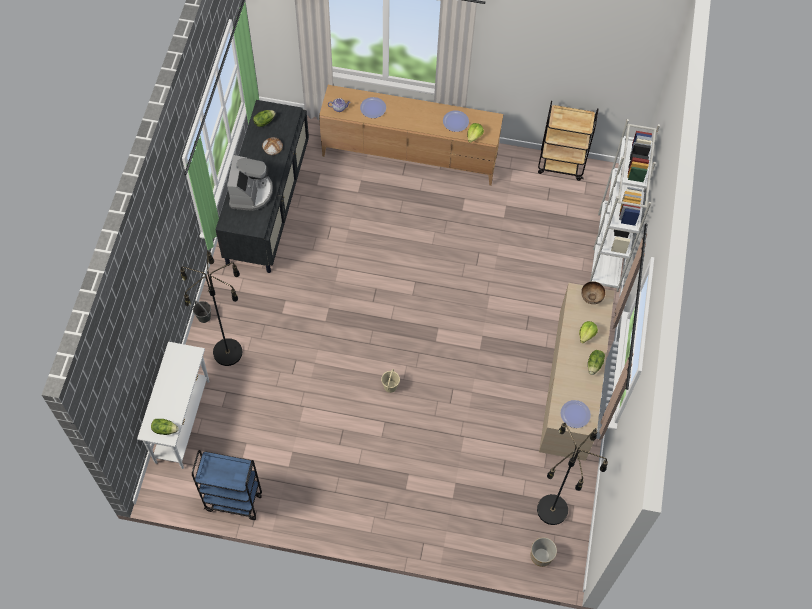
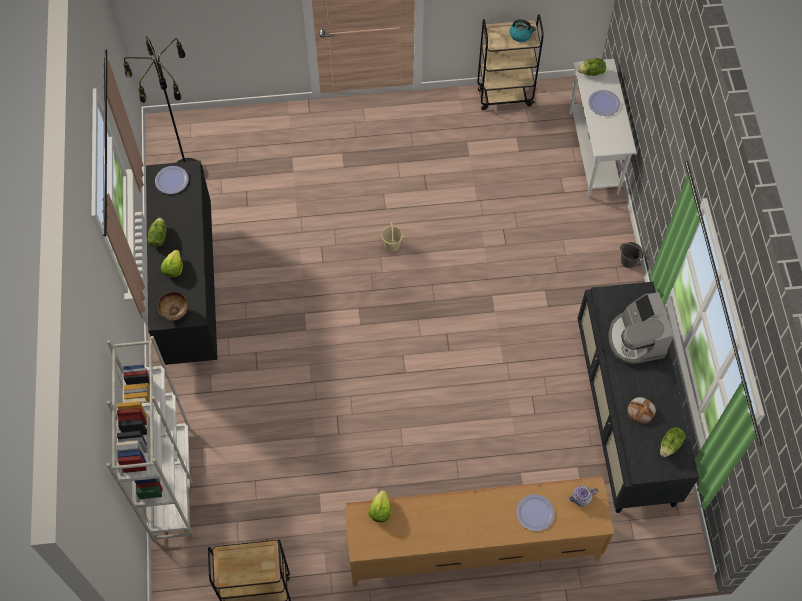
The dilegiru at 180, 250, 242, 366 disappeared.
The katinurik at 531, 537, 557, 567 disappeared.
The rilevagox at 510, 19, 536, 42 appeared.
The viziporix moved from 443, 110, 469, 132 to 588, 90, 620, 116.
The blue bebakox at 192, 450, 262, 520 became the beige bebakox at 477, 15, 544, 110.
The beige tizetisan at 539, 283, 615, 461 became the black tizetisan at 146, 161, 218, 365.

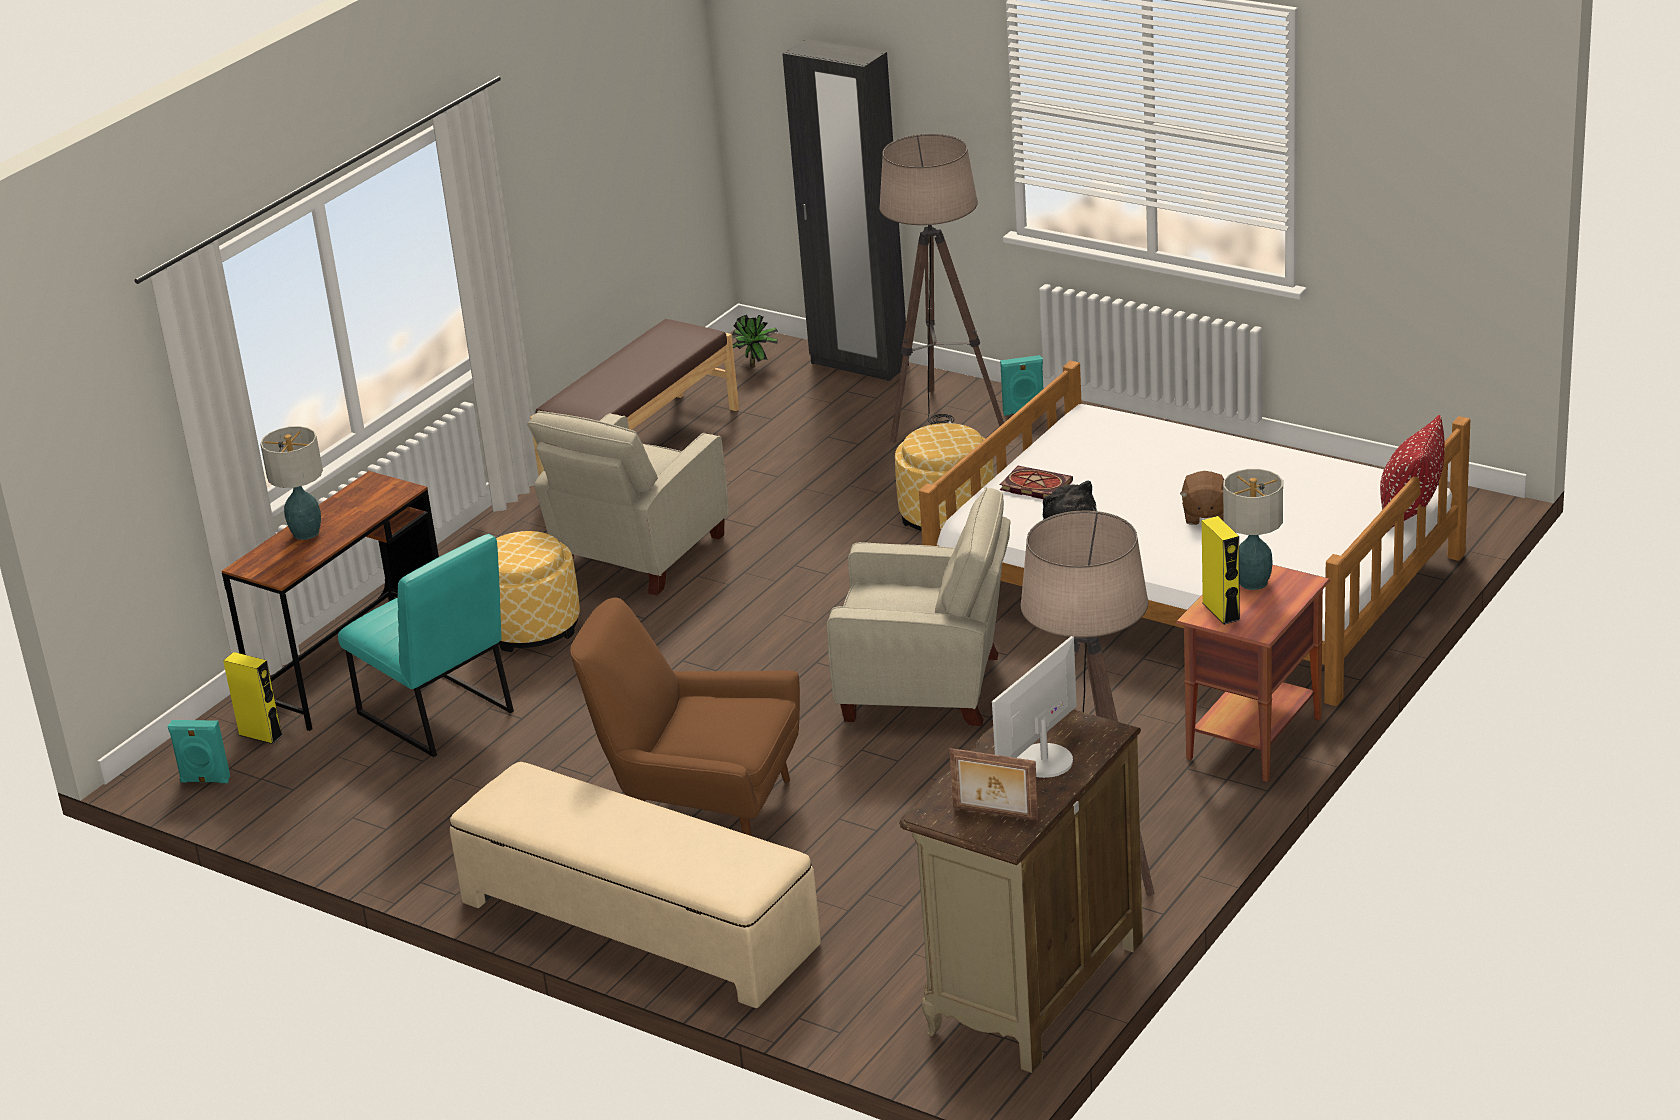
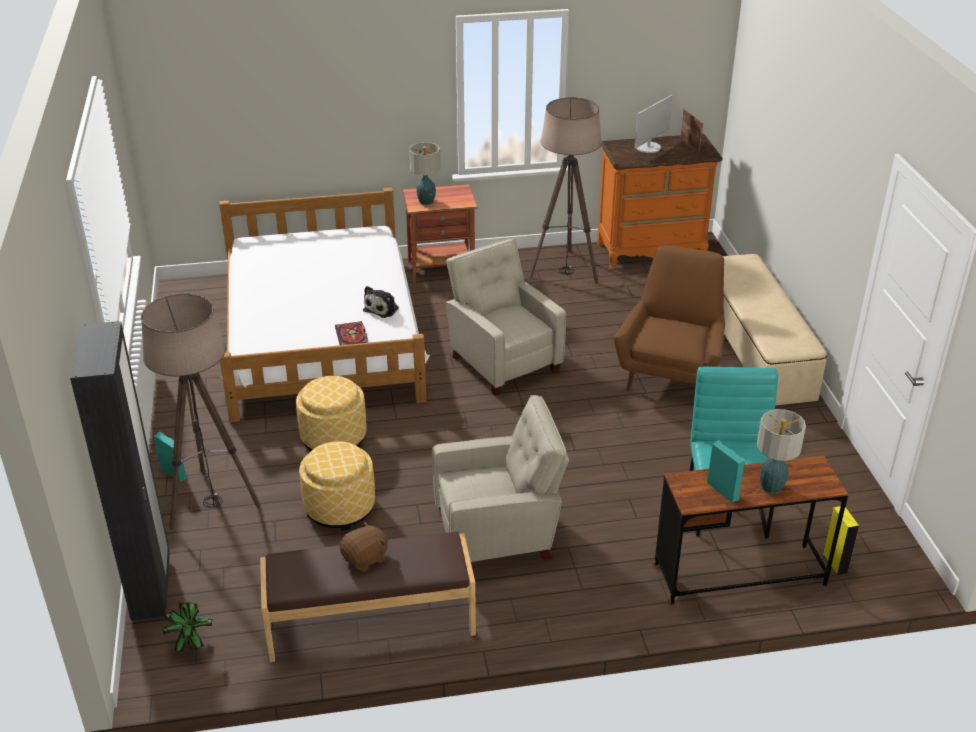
The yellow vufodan at 1202, 516, 1240, 625 disappeared.
The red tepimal at 1380, 415, 1445, 532 disappeared.
The turquoise vufodan moved from 168, 720, 230, 783 to 707, 440, 746, 503.
The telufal moved from 496, 531, 580, 652 to 299, 441, 375, 531.
The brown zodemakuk moved from 1180, 471, 1224, 525 to 340, 521, 388, 572.
The beige tizetisan at 899, 709, 1143, 1073 became the orange tizetisan at 597, 133, 723, 269.
The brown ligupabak at 570, 598, 800, 836 turned 135 degrees counterclockwise.
The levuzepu at 992, 636, 1077, 778 turned 45 degrees counterclockwise.

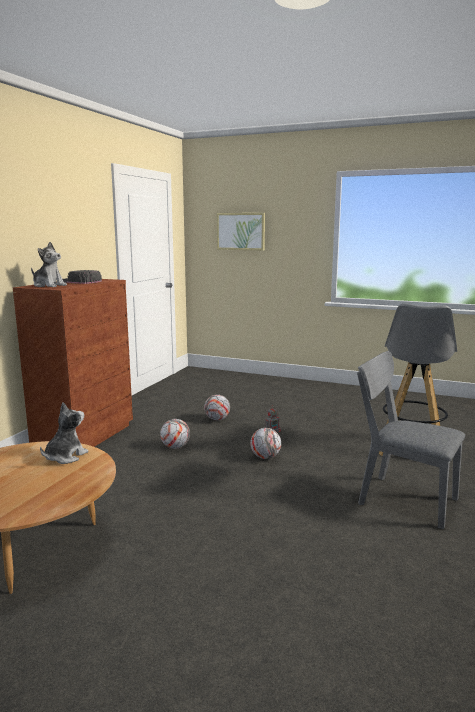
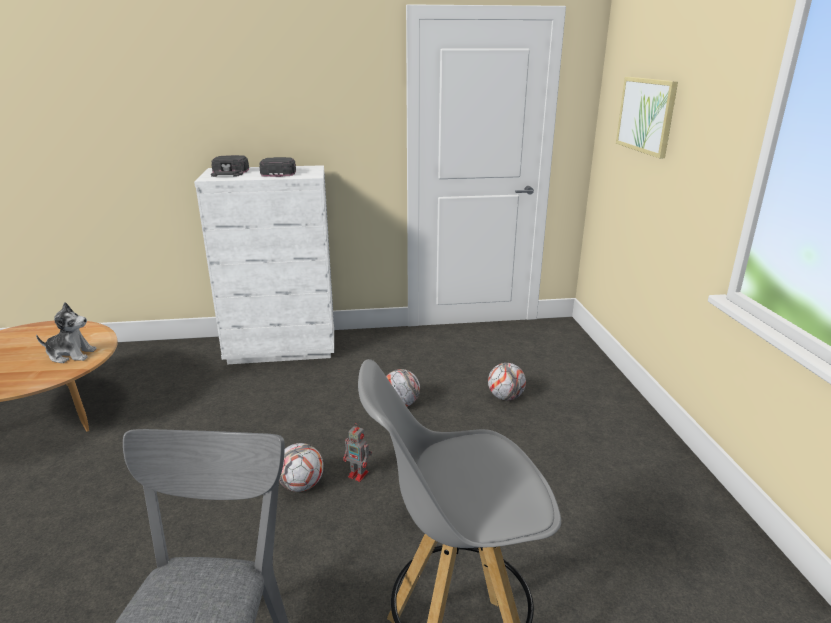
The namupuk moved from 160, 419, 190, 449 to 488, 363, 526, 401.
The zodemakuk at 31, 242, 67, 287 was replaced by the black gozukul at 211, 155, 249, 177.
The brown tizetisan at 13, 279, 133, 447 became the white tizetisan at 194, 165, 334, 364.

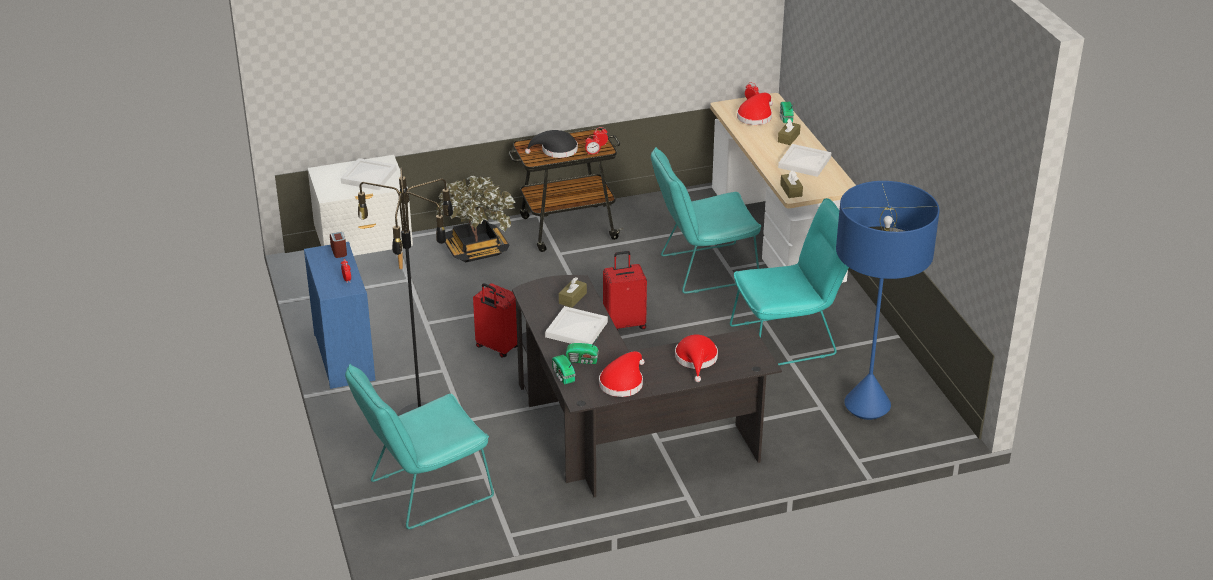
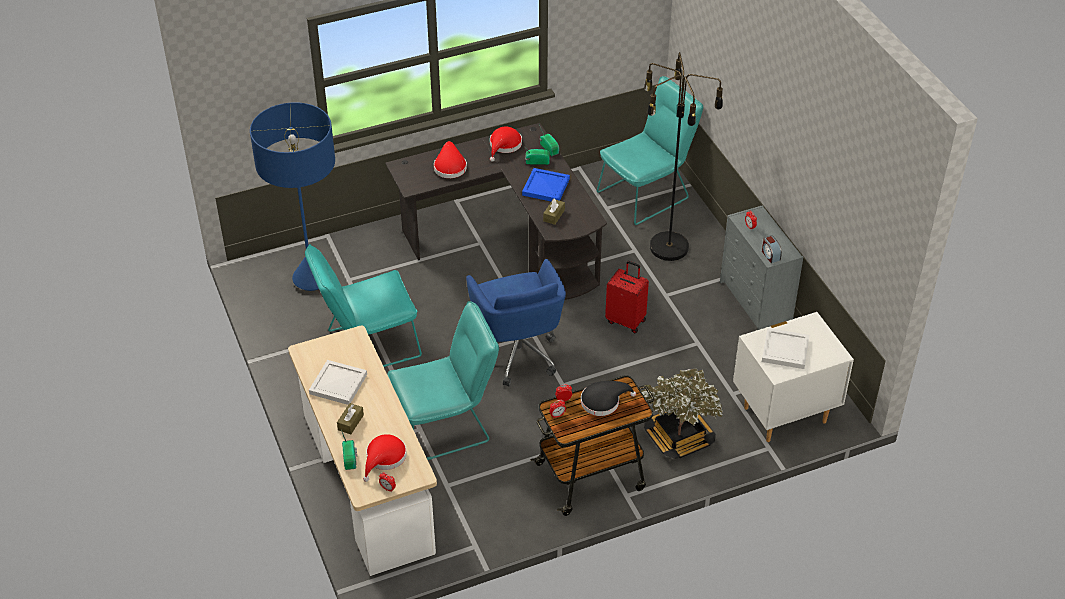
The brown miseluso at 780, 170, 803, 198 disappeared.
The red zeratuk at 603, 251, 647, 330 was replaced by the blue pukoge at 466, 259, 566, 386.
The blue tizetisan at 304, 242, 375, 389 became the grey tizetisan at 720, 205, 803, 330.
The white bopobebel at 545, 306, 608, 344 became the blue bopobebel at 522, 168, 570, 201.

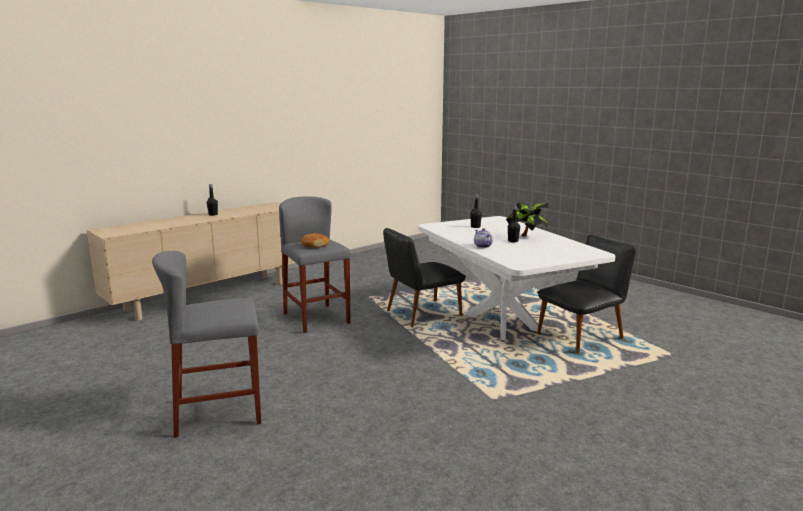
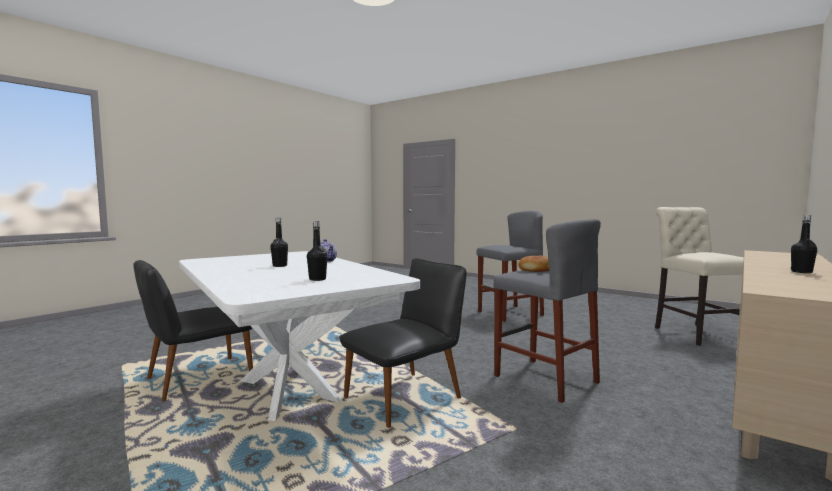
The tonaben at 506, 202, 549, 237 disappeared.
The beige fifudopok at 655, 207, 744, 346 appeared.

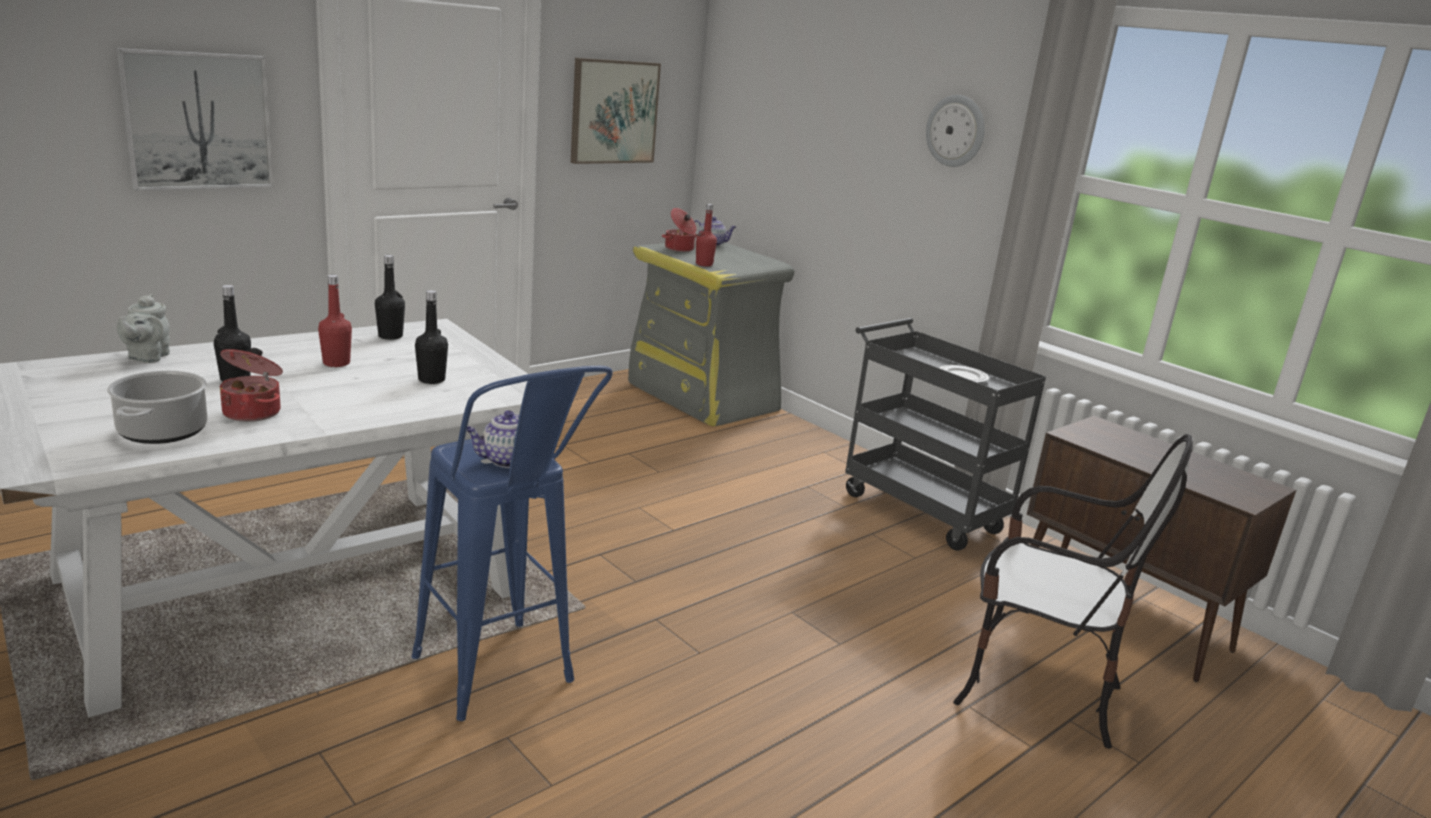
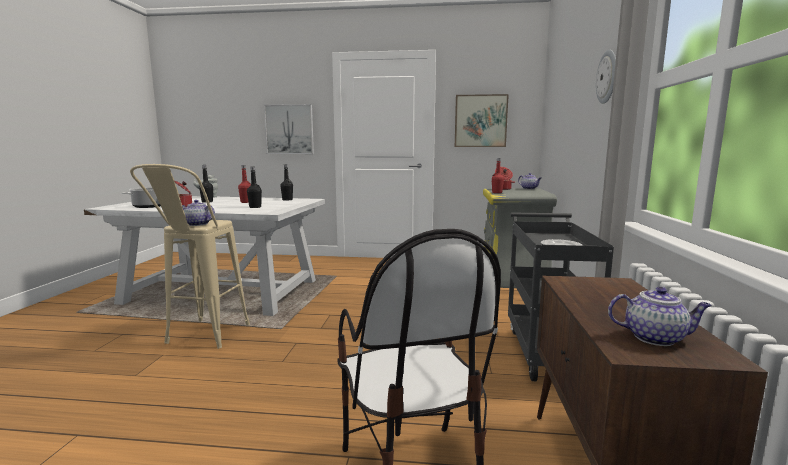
The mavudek at 608, 287, 712, 346 appeared.
The blue fifudopok at 412, 366, 613, 721 became the beige fifudopok at 130, 164, 250, 349.

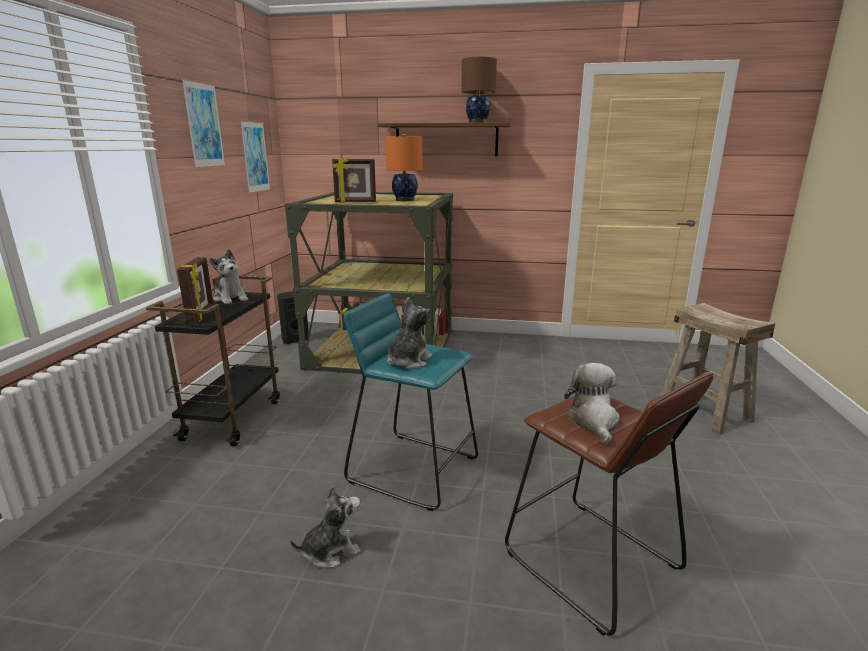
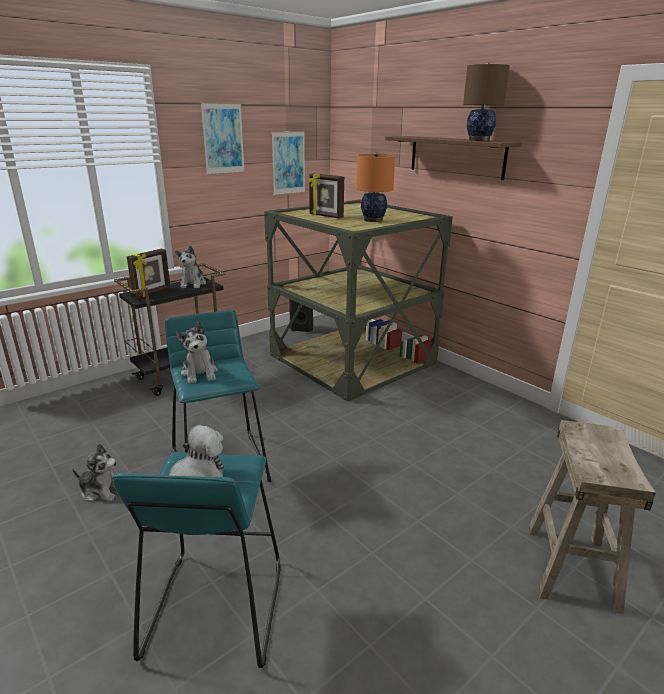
The brown fifudopok at 505, 372, 714, 636 became the turquoise fifudopok at 112, 452, 281, 668.
The zodemakuk at 388, 297, 432, 369 turned 90 degrees clockwise.

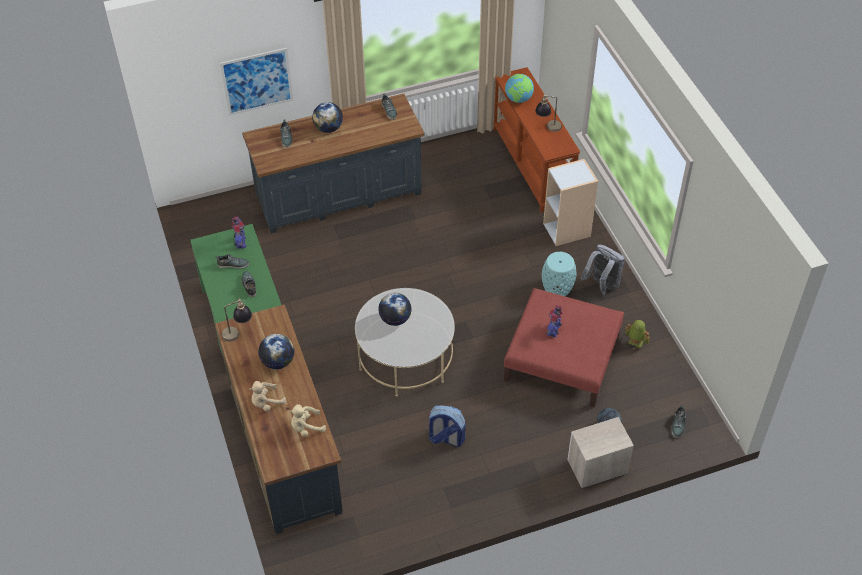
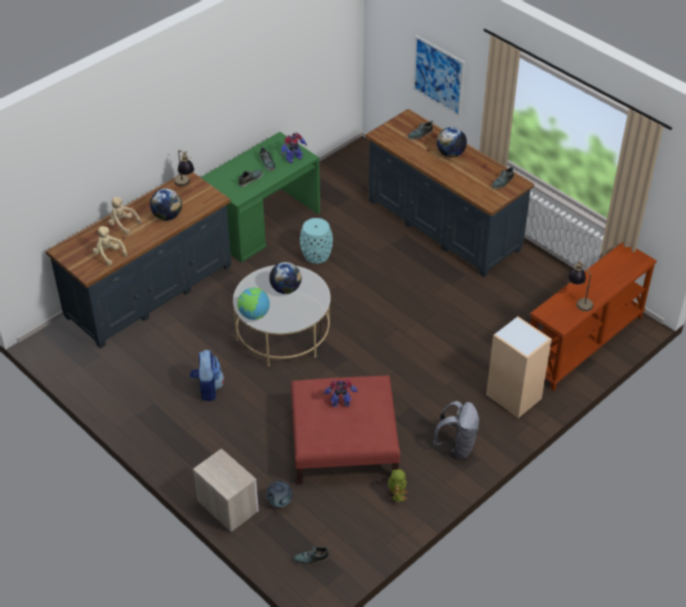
The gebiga moved from 505, 74, 534, 103 to 237, 287, 270, 320.
The turquoise fifudopok moved from 542, 252, 576, 296 to 300, 218, 333, 264.

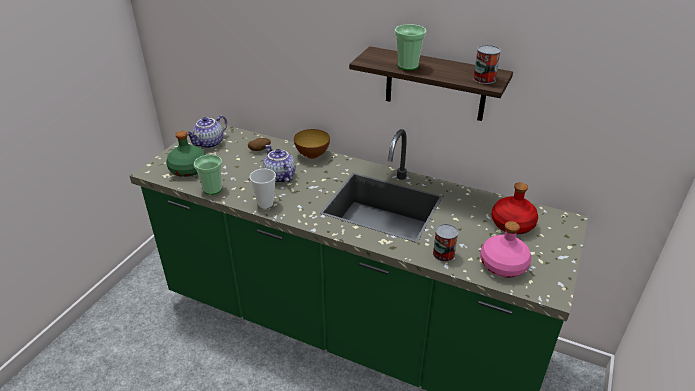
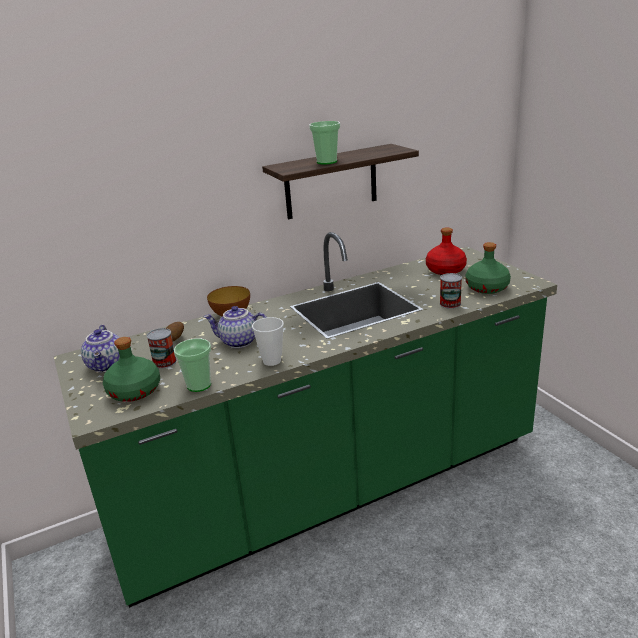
The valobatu moved from 473, 45, 501, 84 to 147, 328, 177, 369.
The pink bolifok at 480, 221, 531, 278 became the green bolifok at 466, 242, 511, 294.

